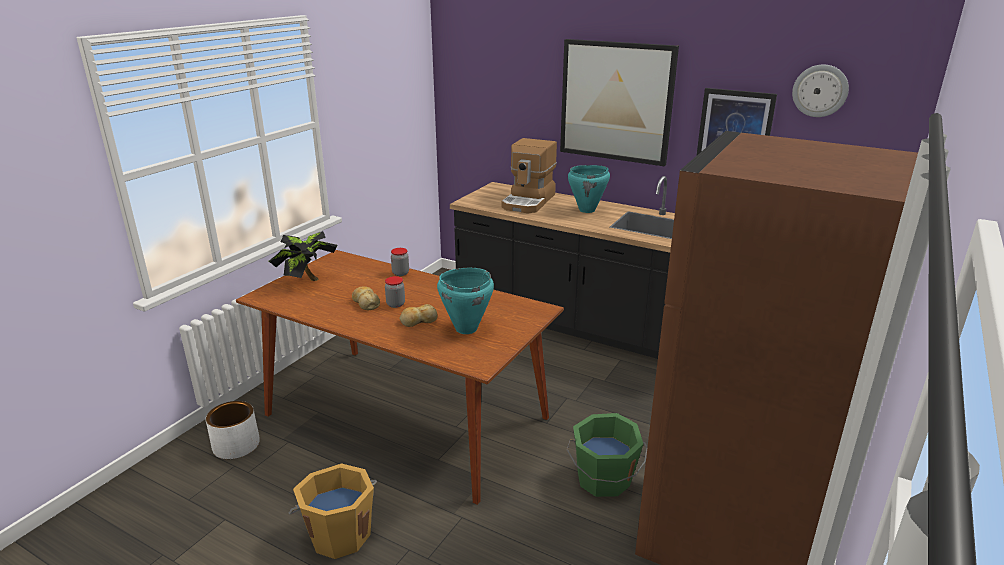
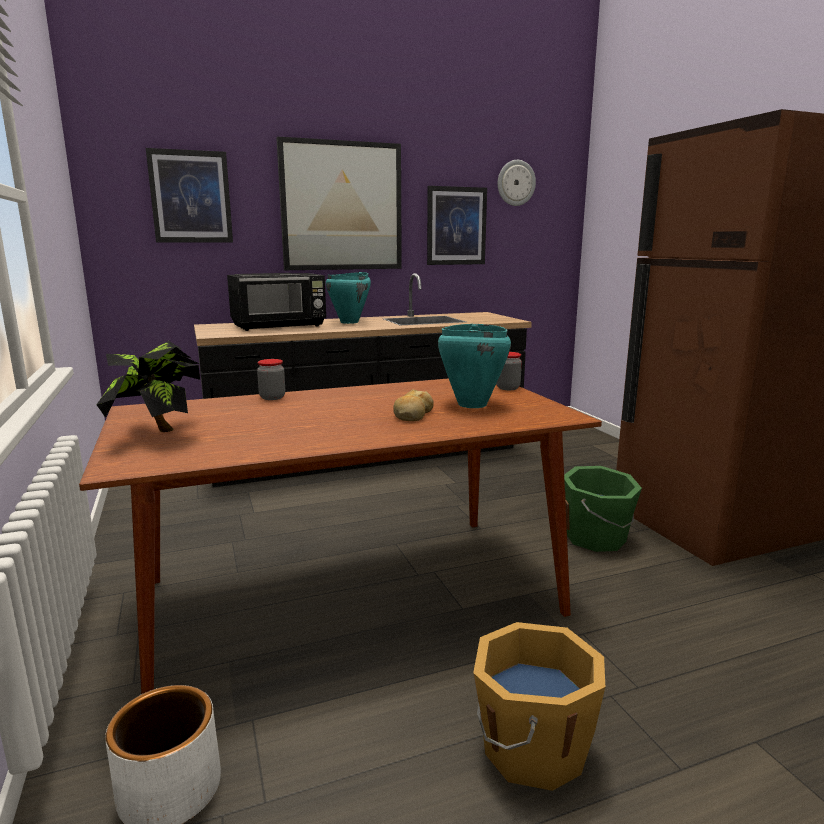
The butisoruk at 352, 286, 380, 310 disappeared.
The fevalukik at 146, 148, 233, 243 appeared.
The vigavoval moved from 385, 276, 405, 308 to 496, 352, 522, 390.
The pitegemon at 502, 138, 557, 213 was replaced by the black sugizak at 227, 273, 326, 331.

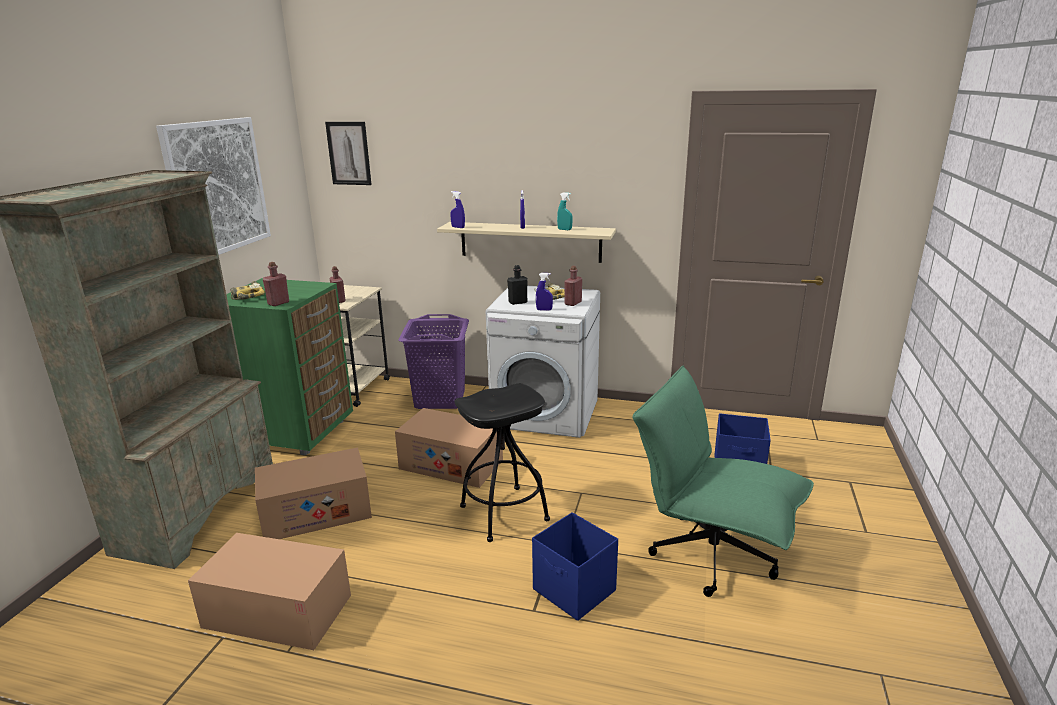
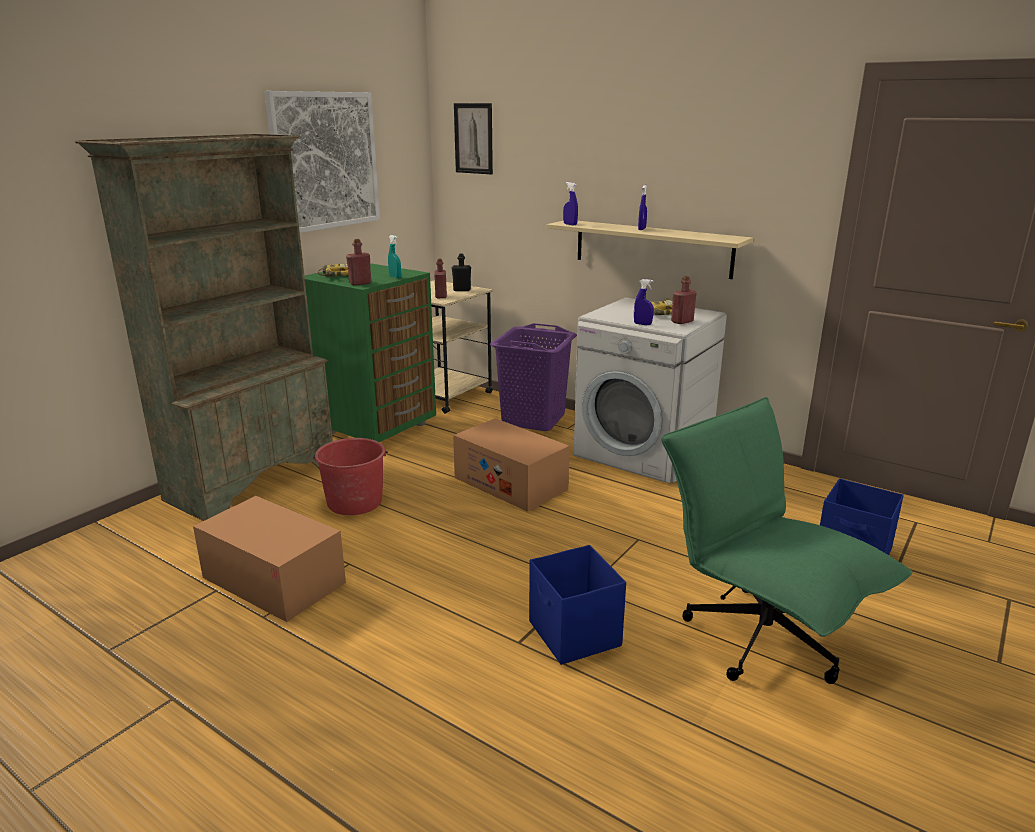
The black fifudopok at 454, 384, 550, 542 disappeared.
The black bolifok moved from 507, 265, 528, 305 to 452, 253, 471, 291.
The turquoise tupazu moved from 557, 192, 573, 230 to 388, 235, 401, 278.
The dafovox at 255, 447, 372, 539 was replaced by the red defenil at 313, 438, 388, 515.

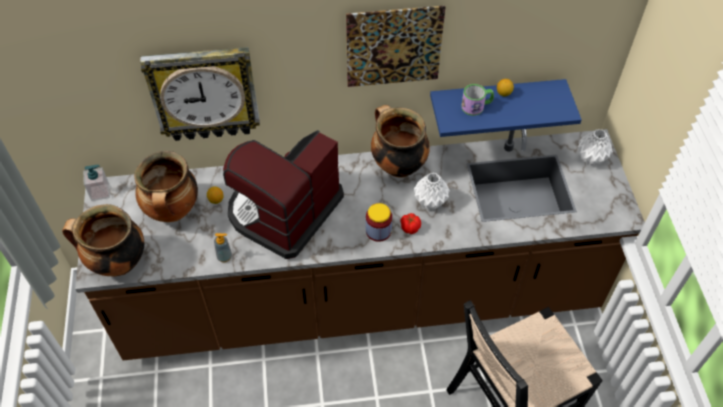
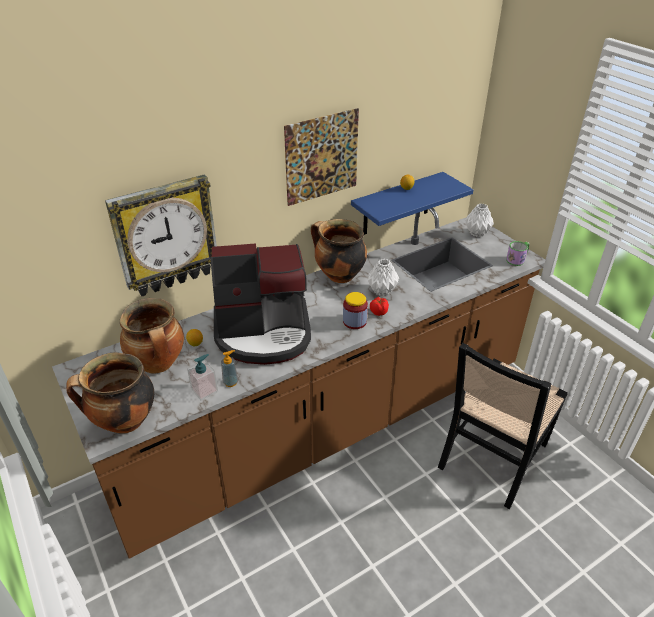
The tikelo moved from 83, 165, 110, 201 to 187, 354, 218, 400.
The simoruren moved from 461, 84, 494, 116 to 506, 241, 529, 266.
The pitegemon at 223, 130, 344, 259 turned 105 degrees counterclockwise.

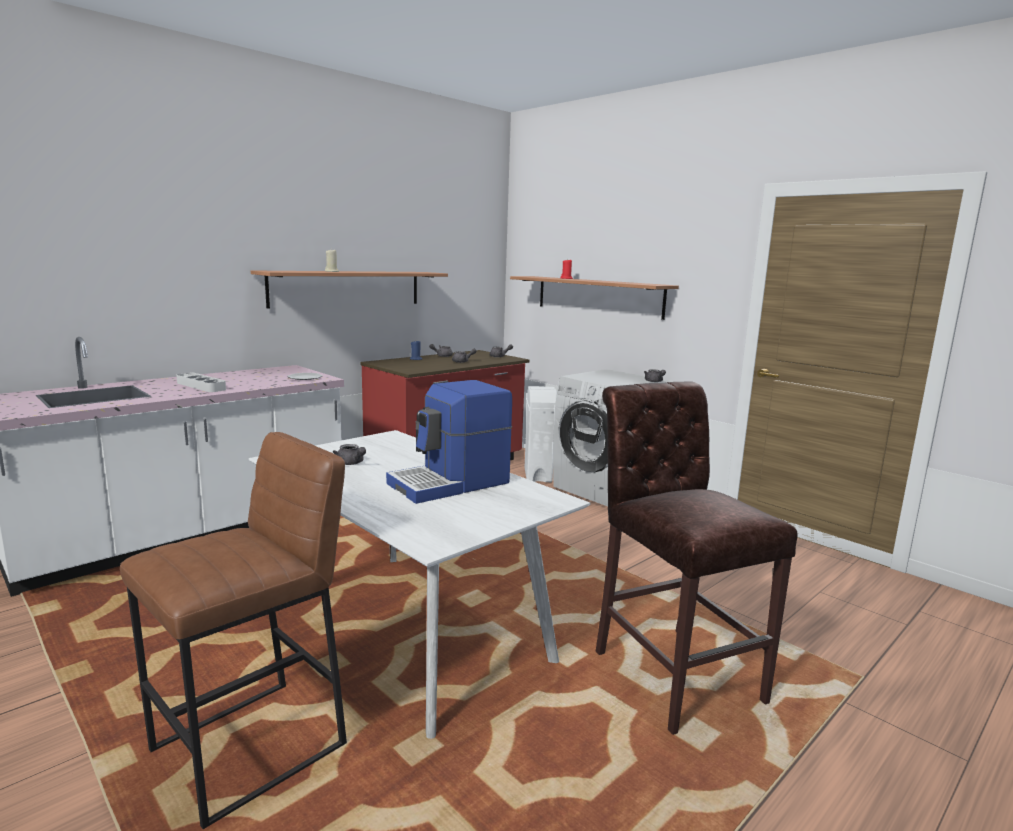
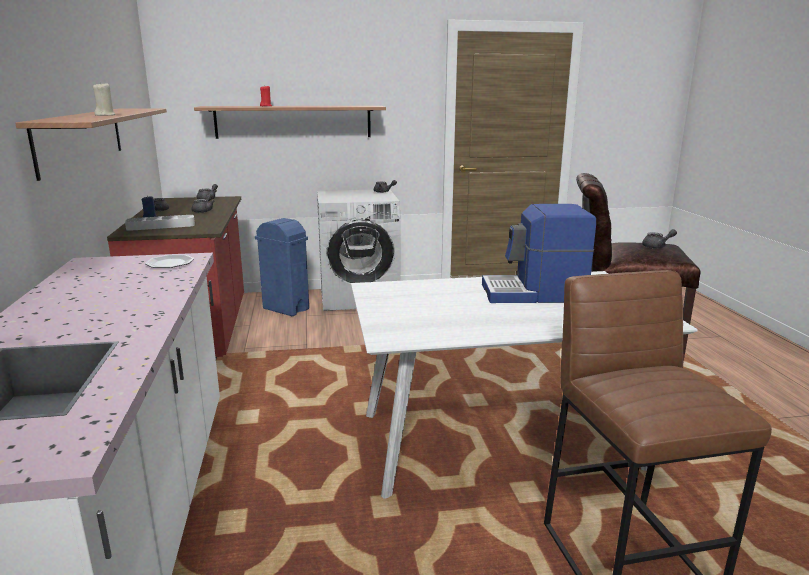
The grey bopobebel moved from 176, 373, 226, 392 to 125, 215, 195, 231.
The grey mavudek moved from 333, 444, 366, 465 to 642, 229, 677, 249.
The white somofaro at 524, 386, 557, 482 became the blue somofaro at 255, 218, 309, 316.
The pitegemon at 386, 380, 512, 504 turned 90 degrees clockwise.

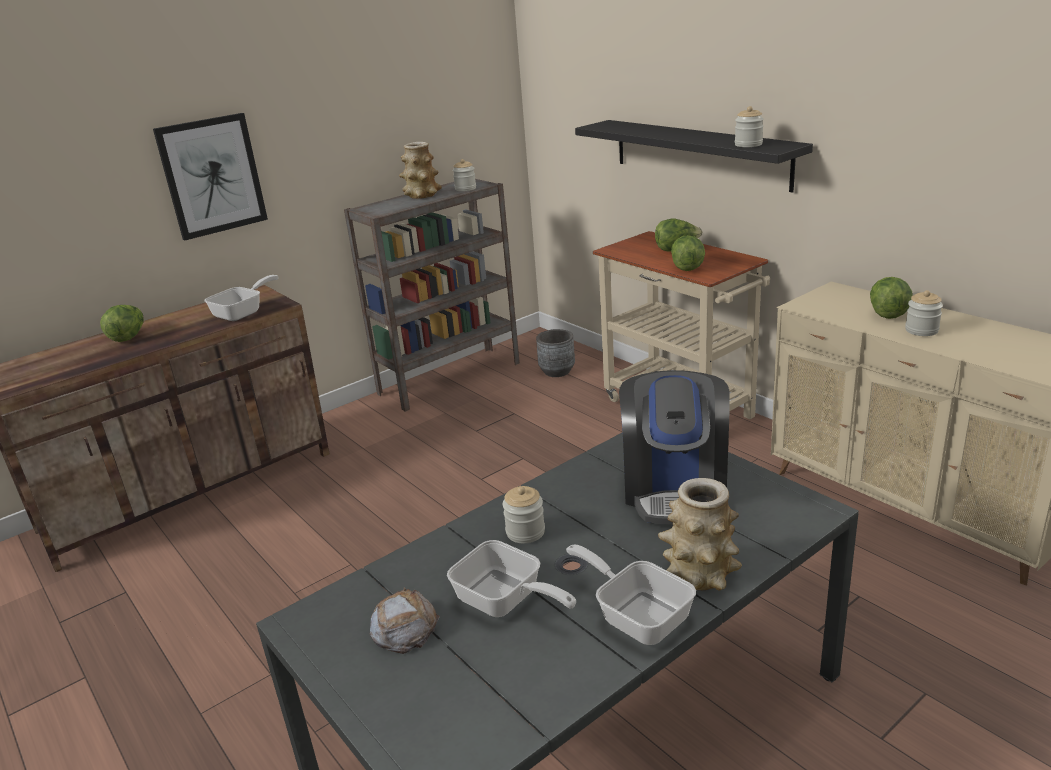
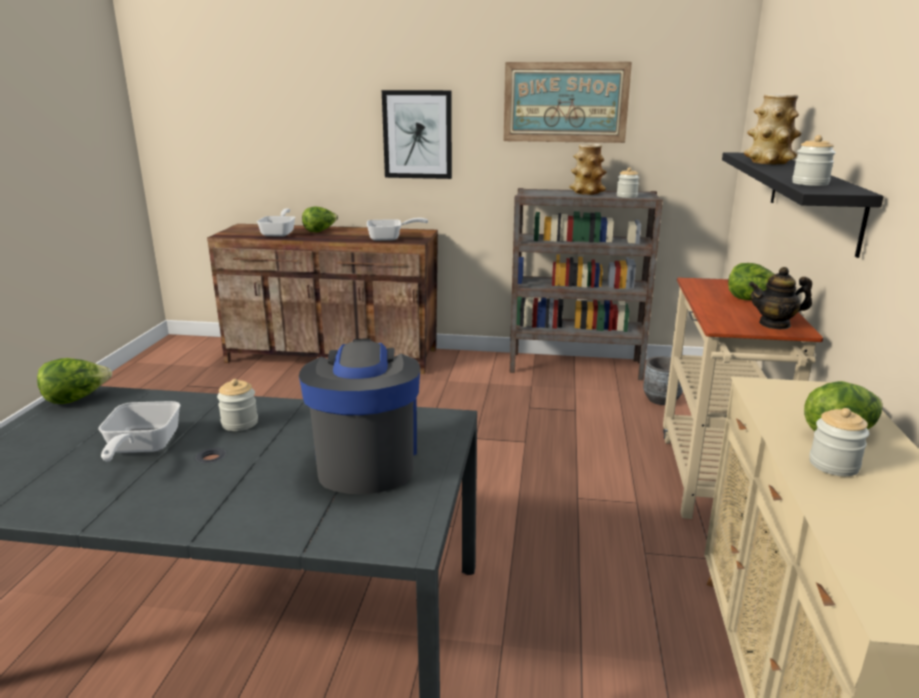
The butisoruk at 370, 588, 440, 654 disappeared.
The fevalukik at 504, 62, 632, 143 appeared.
The mavudek at 749, 267, 812, 329 appeared.
The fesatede moved from 566, 544, 696, 645 to 257, 209, 296, 237.
The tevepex moved from 658, 478, 742, 591 to 744, 94, 801, 164.
The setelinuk moved from 671, 235, 705, 271 to 37, 358, 112, 404.
The pitegemon at 619, 370, 730, 524 turned 120 degrees clockwise.

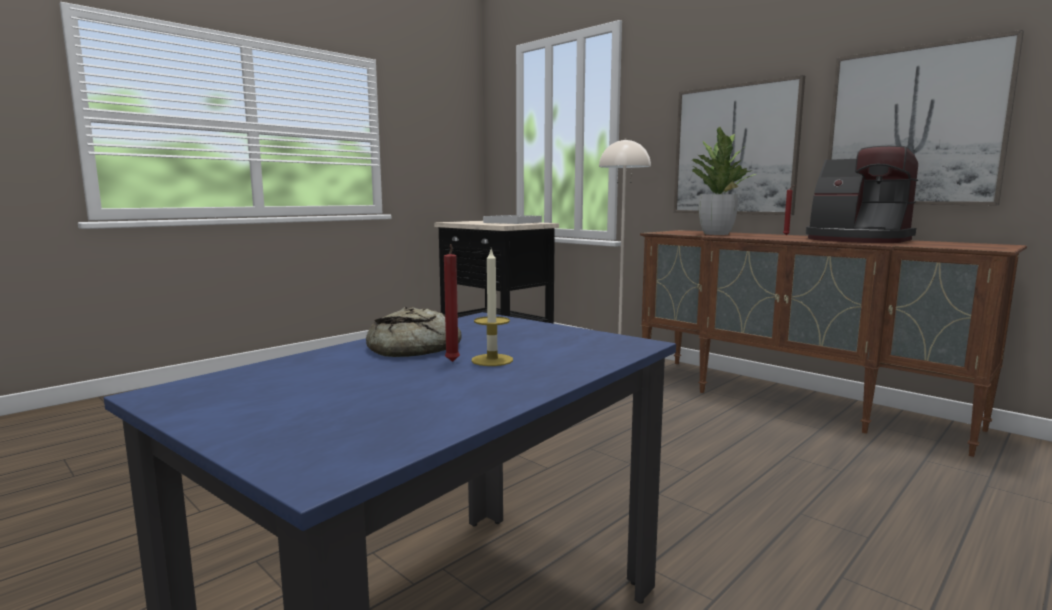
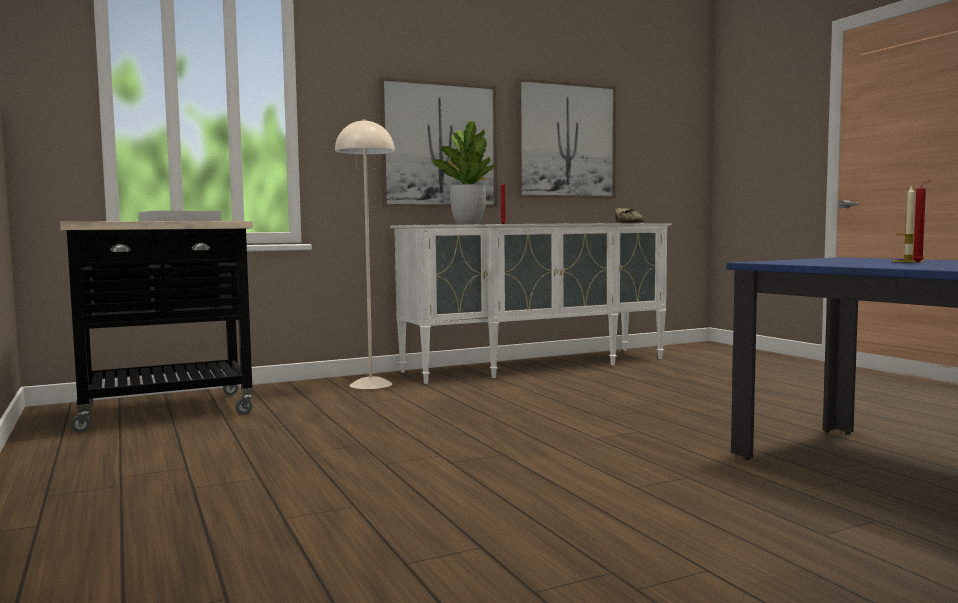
The pitegemon at 806, 146, 918, 243 disappeared.
The butisoruk moved from 366, 307, 461, 357 to 615, 208, 644, 223.
The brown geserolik at 640, 230, 1027, 457 became the white geserolik at 390, 223, 672, 384.

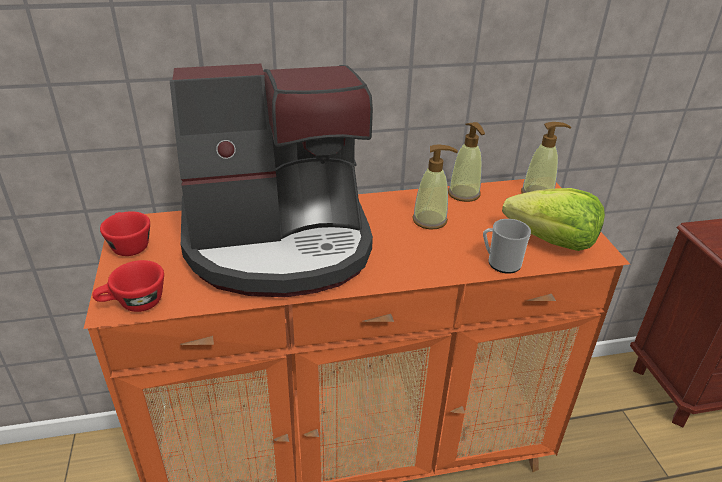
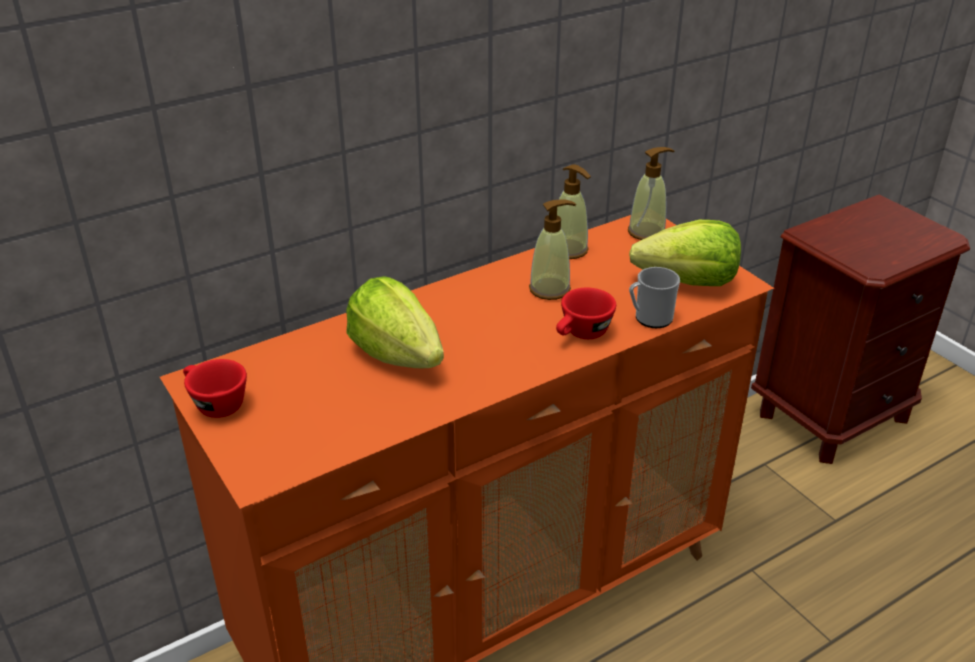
The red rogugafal moved from 92, 260, 164, 312 to 556, 288, 616, 339.
The pitegemon at 170, 64, 373, 297 was replaced by the setelinuk at 346, 276, 444, 368.

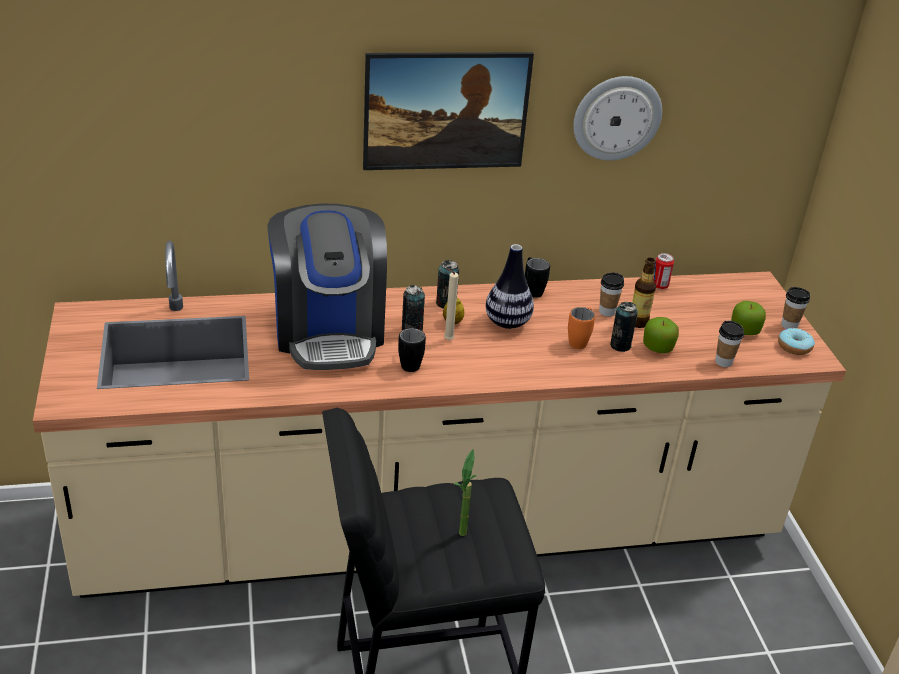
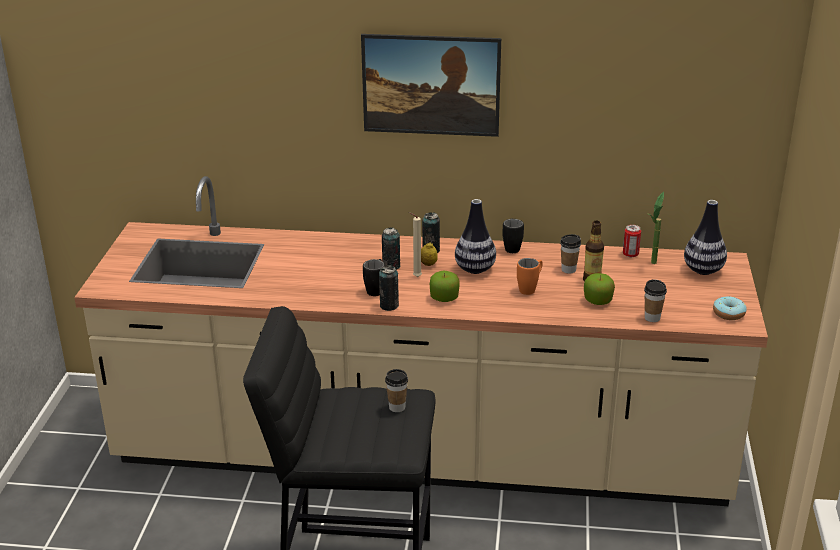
The pitegemon at 267, 204, 387, 370 disappeared.
The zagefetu at 573, 76, 662, 161 disappeared.
The tevepex at 684, 200, 727, 275 appeared.
The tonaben moved from 454, 449, 476, 536 to 647, 192, 664, 264.
The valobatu moved from 610, 302, 638, 352 to 379, 265, 399, 311.
The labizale moved from 731, 301, 766, 335 to 430, 271, 460, 302.
The rogugafal moved from 781, 287, 810, 329 to 385, 369, 408, 412.

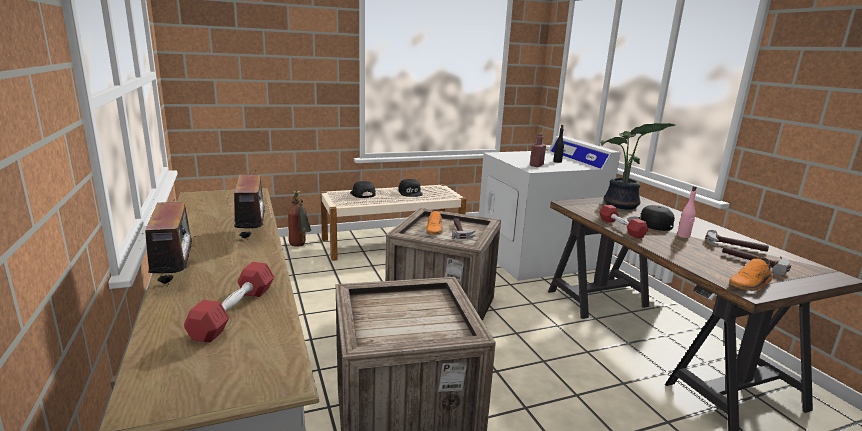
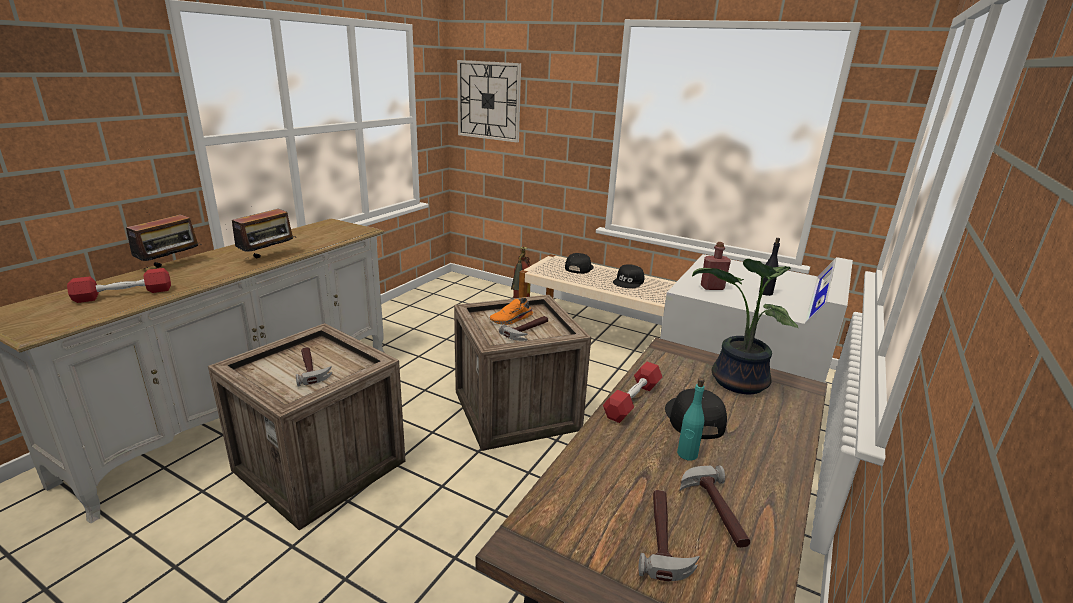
The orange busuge at 729, 258, 772, 291 disappeared.
The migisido at 296, 347, 332, 387 appeared.
The zagefetu at 457, 60, 521, 143 appeared.
The pink bolifok at 677, 186, 697, 238 became the turquoise bolifok at 677, 378, 705, 461.

